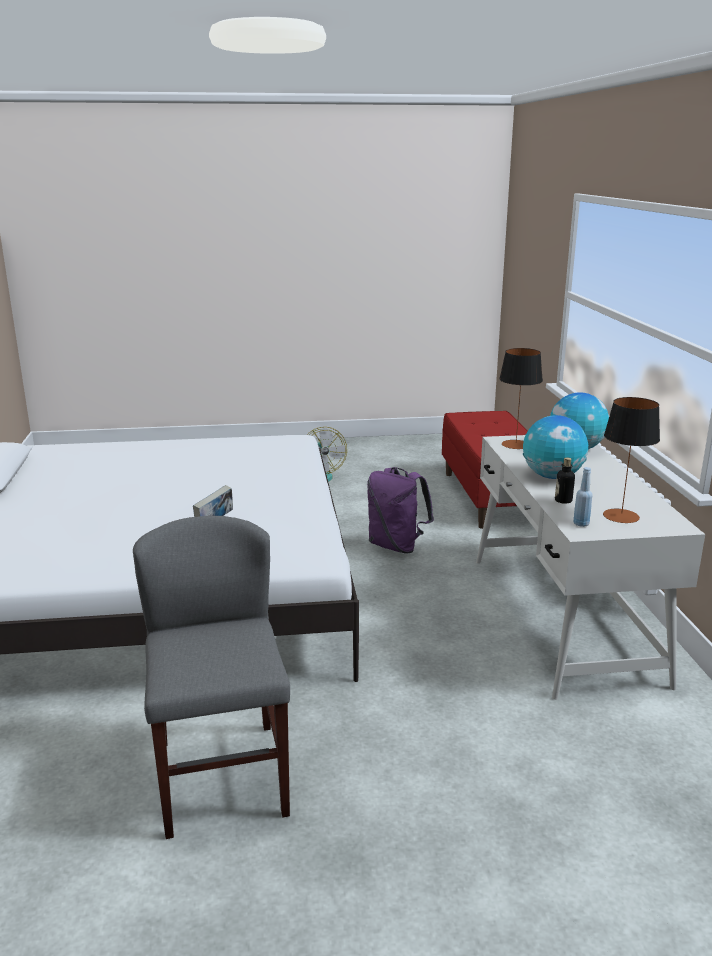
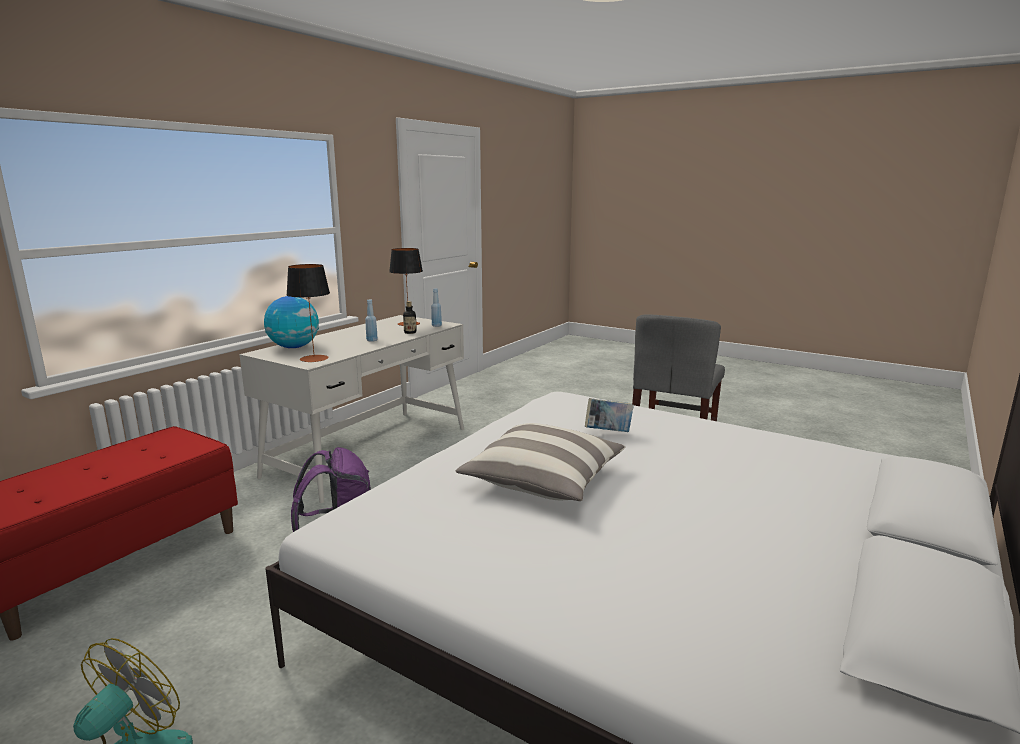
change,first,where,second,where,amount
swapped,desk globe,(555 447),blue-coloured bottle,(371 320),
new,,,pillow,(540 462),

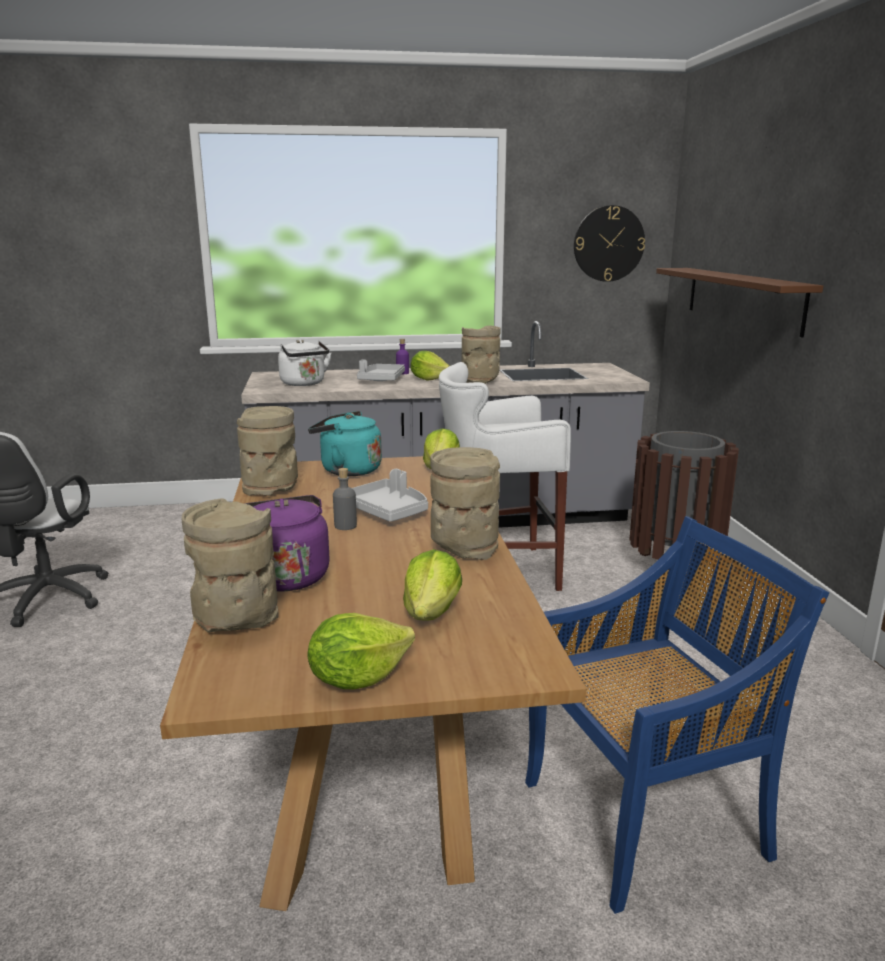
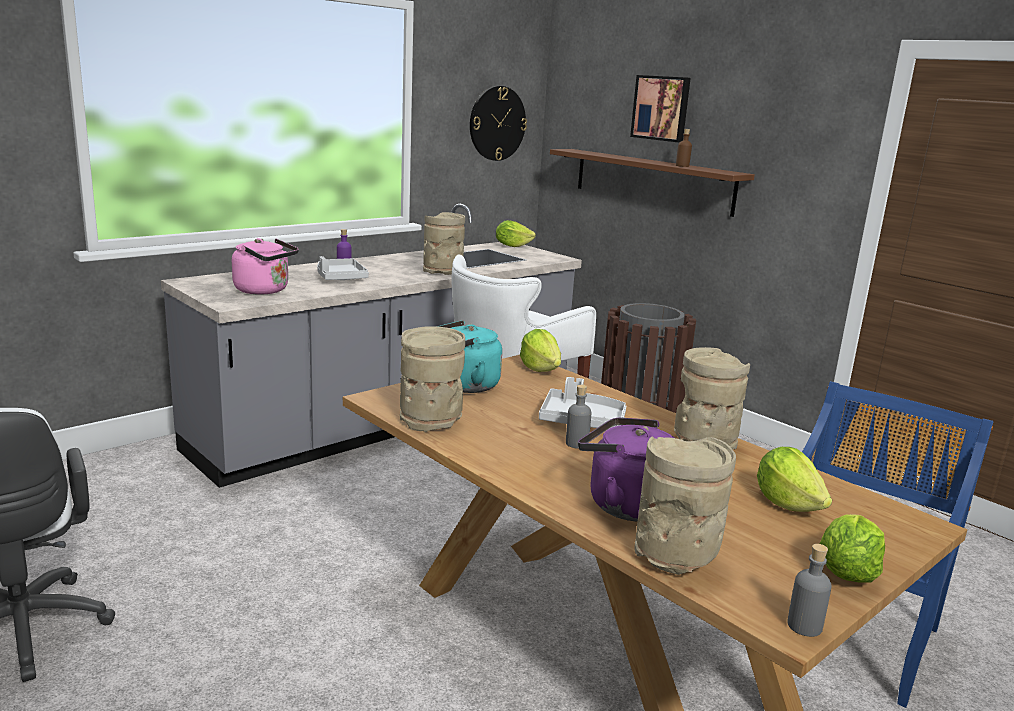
change,first,where,second,where,amount
repainted,white kettle,(304 362),pink kettle,(265 266),
shifted,head of lettuce,(430 366),,(516 233),
new,,,picture,(660 108),
new,,,brown-coloured bottle,(684 148),
new,,,gray bottle,(809 590),

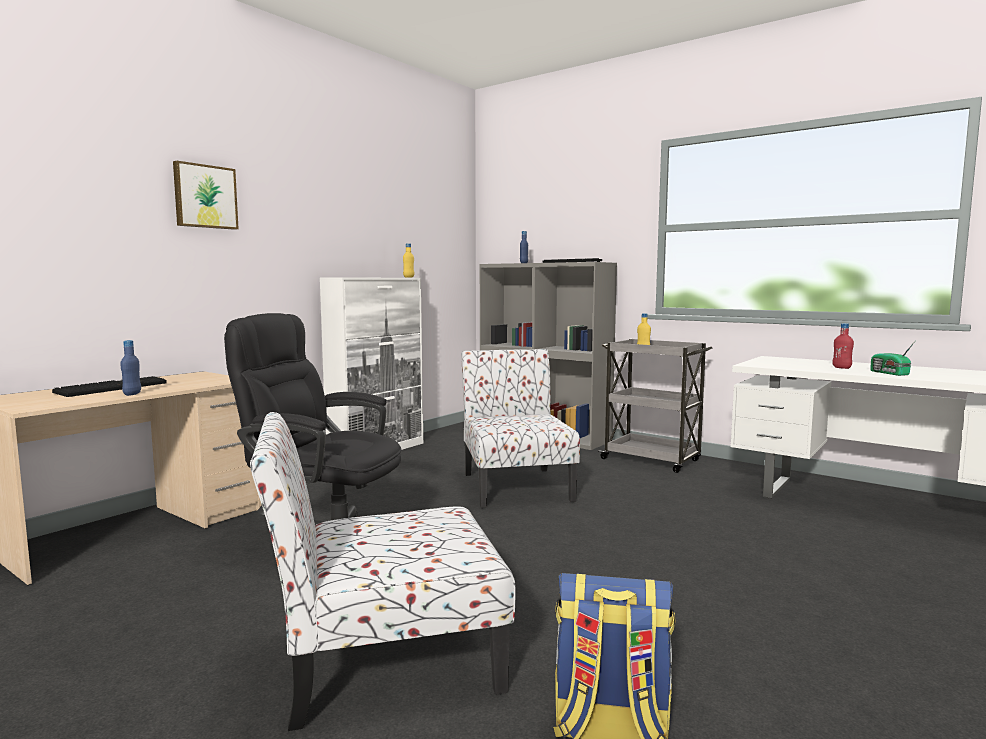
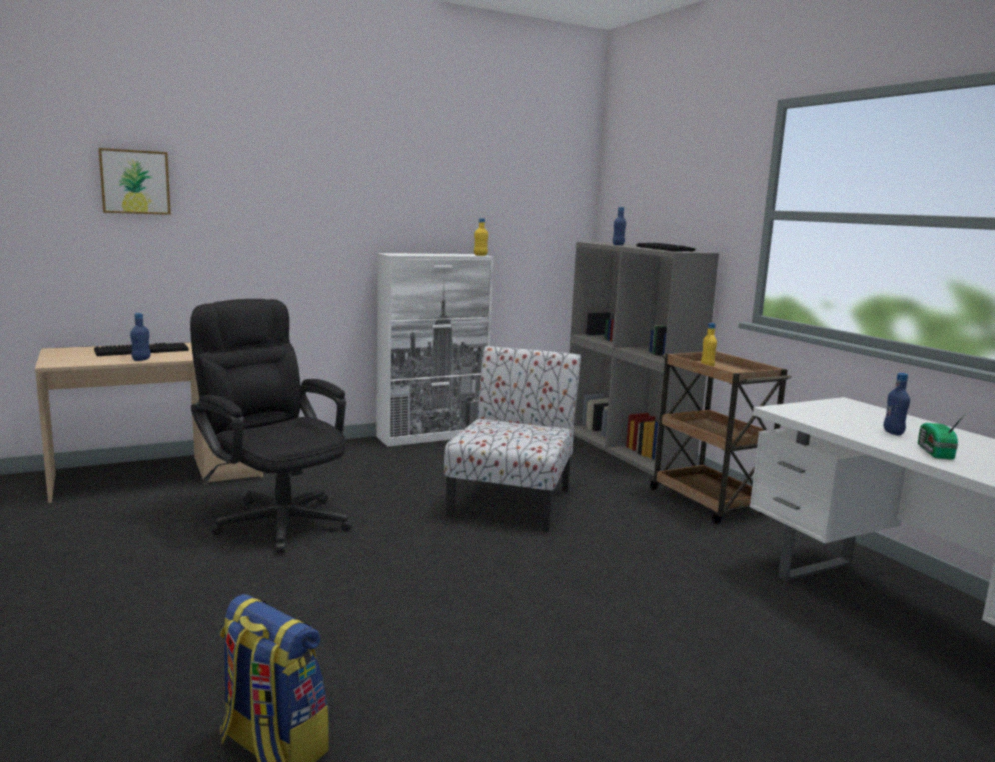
change,first,where,second,where,amount
shifted,picture,(206 195),,(135 181),
repainted,red-coloured bottle,(843 346),blue-coloured bottle,(896 404),
repainted,gray cart,(655 406),brown-coloured cart,(720 437),
gone,plain chair,(382 571),,,

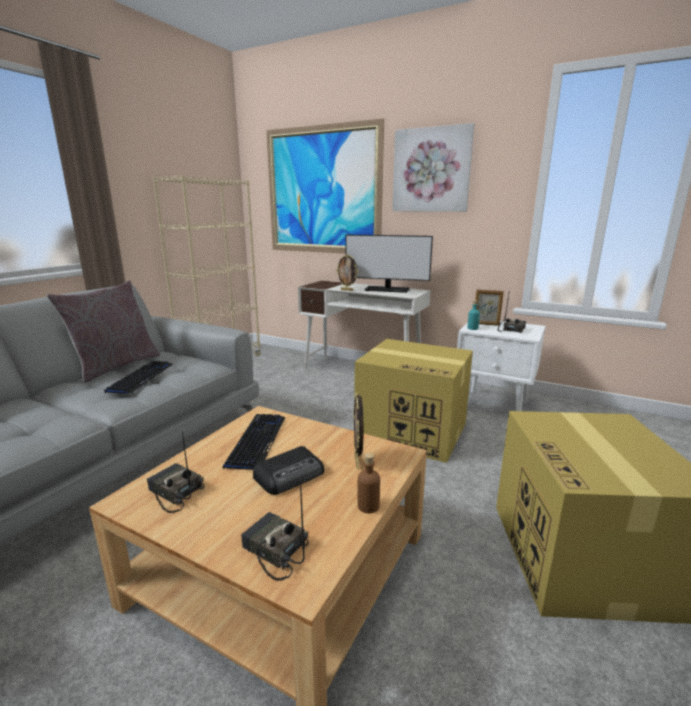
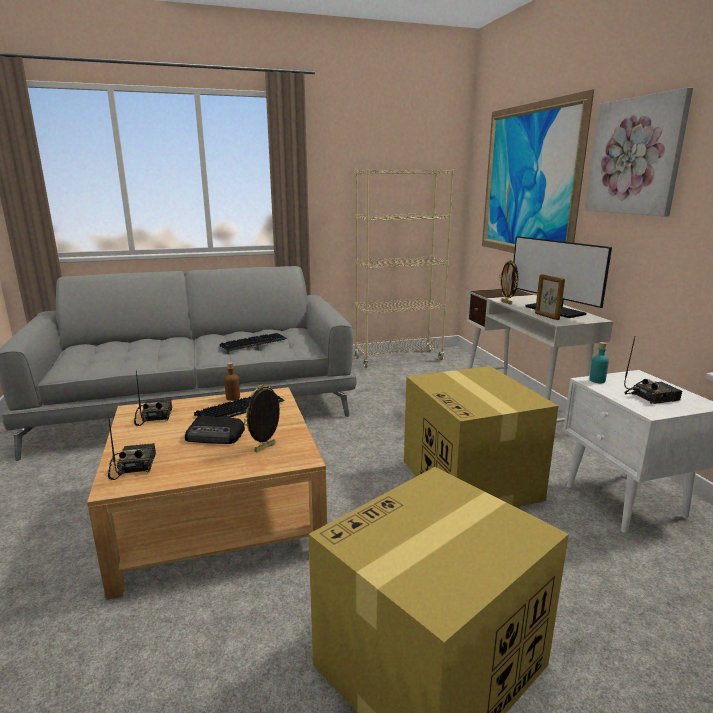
change,first,where,second,where,amount
gone,gray pillow,(103 331),,,
shifted,photo frame,(489 308),,(550 297),
shifted,brown-coloured bottle,(369 483),,(232 381),

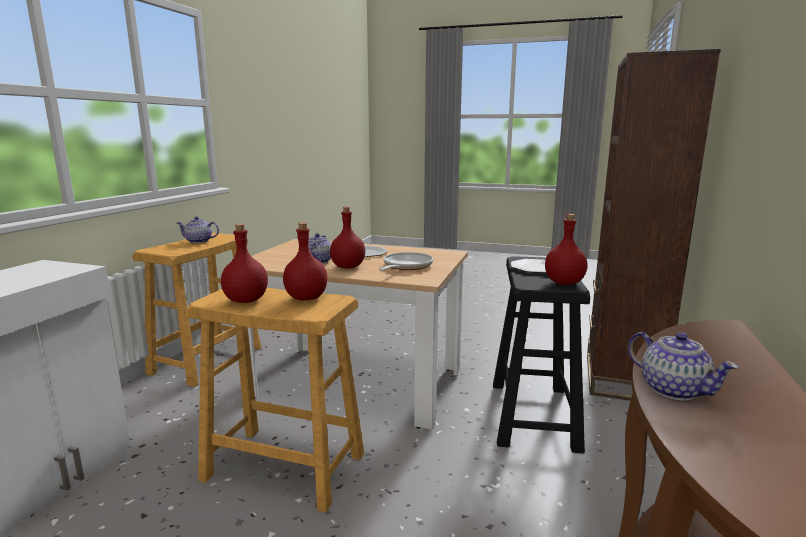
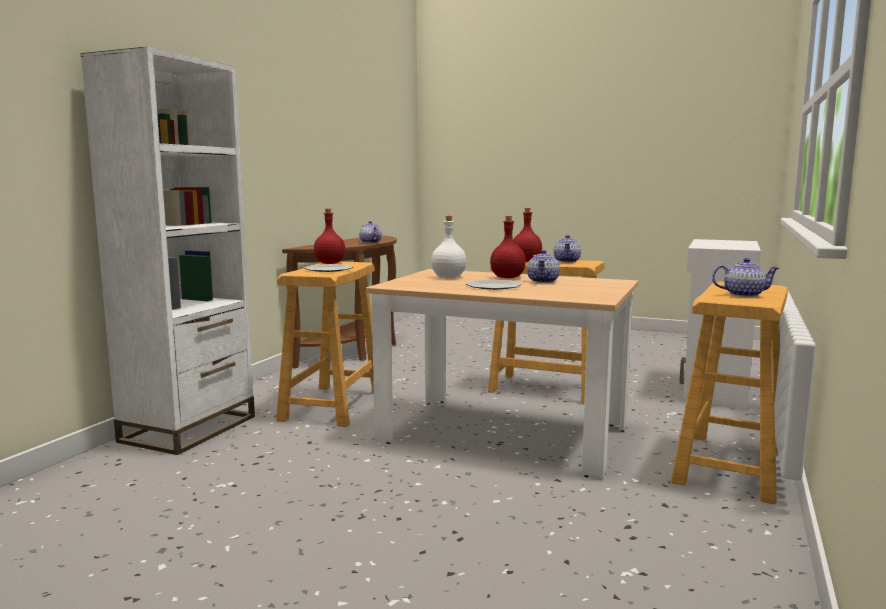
change,first,where,second,where,amount
repainted,brown-coloured shelving unit,(654 225),white shelving unit,(167 251),
swapped,red-coloured bottle,(244 263),tea pot,(567 249),
swapped,skillet,(405 261),white bottle,(449 247),
repainted,black-coloured sitting stool,(541 355),beige sitting stool,(325 344),

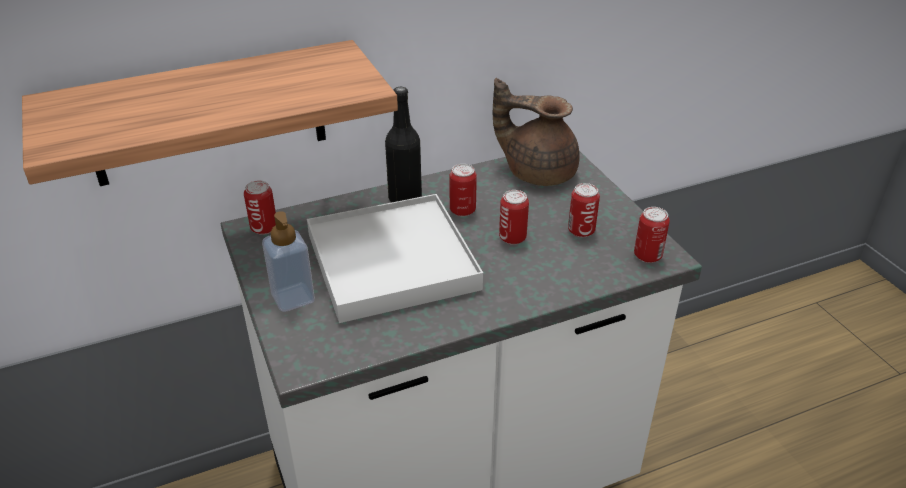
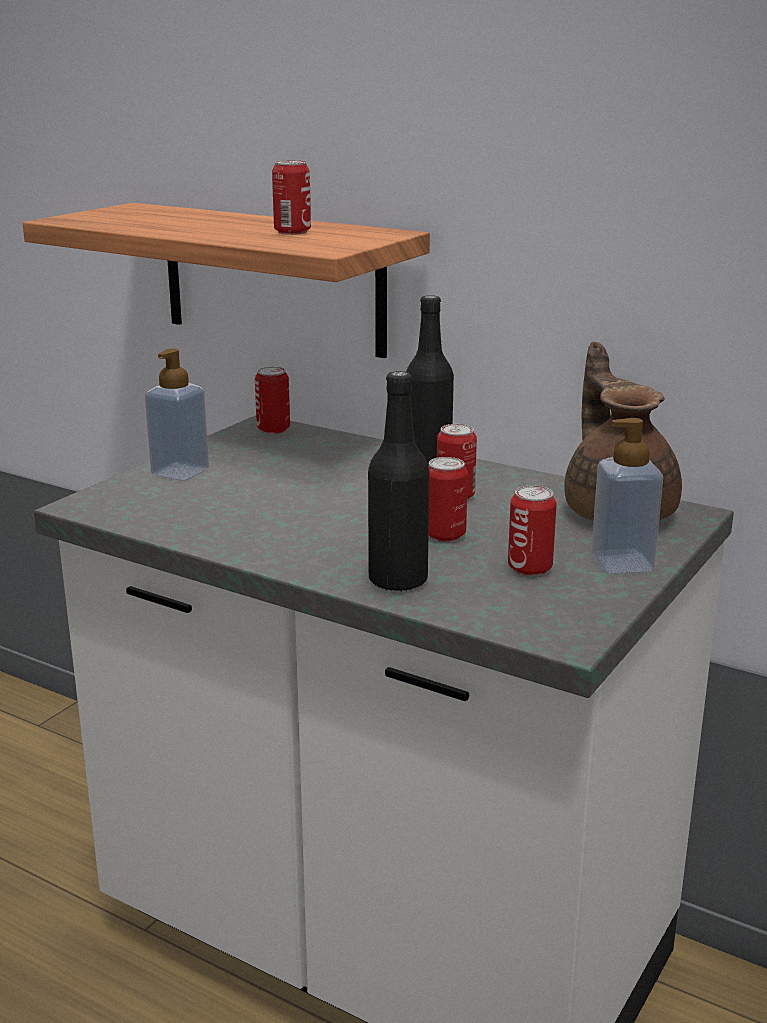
change,first,where,second,where,amount
gone,white serving tray,(395 258),,,
shifted,can,(652 235),,(291 197),
new,,,black-coloured bottle,(398 481),
new,,,soap bottle,(627 496),

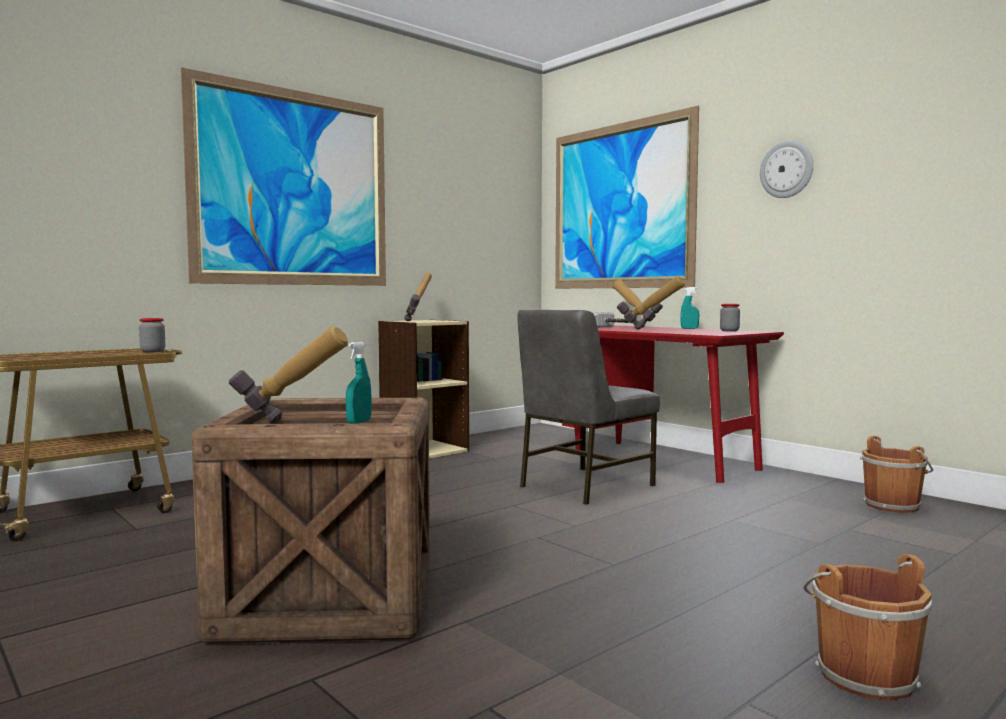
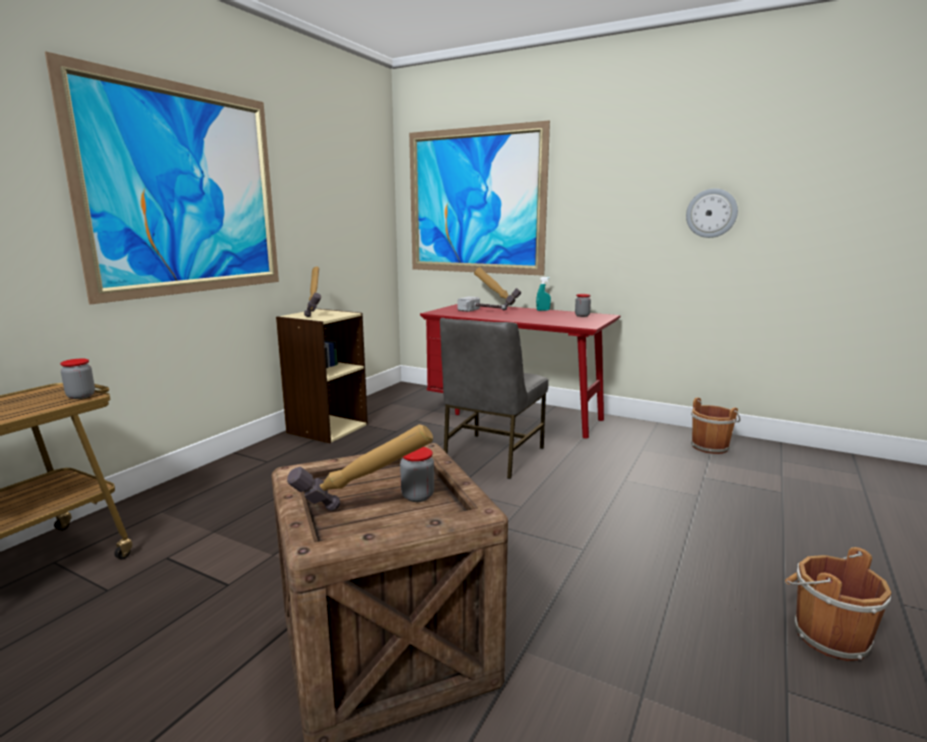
change,first,where,second,where,amount
shifted,hanging clock,(786 169),,(712 213),
gone,hammer,(651 303),,,
swapped,turquoise-coloured spray bottle,(358 383),storage jar,(417 474),

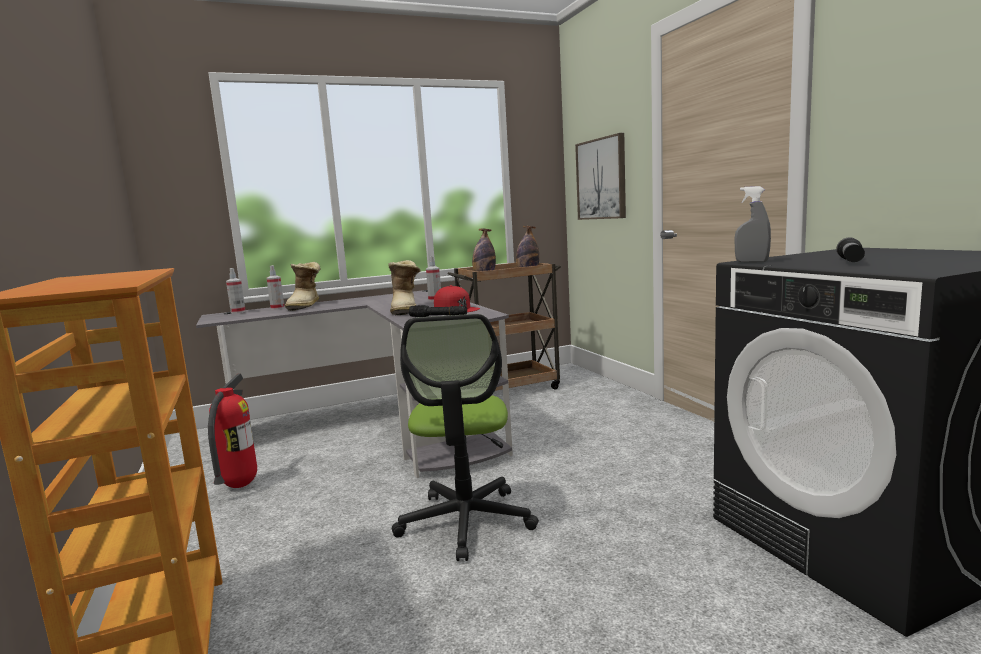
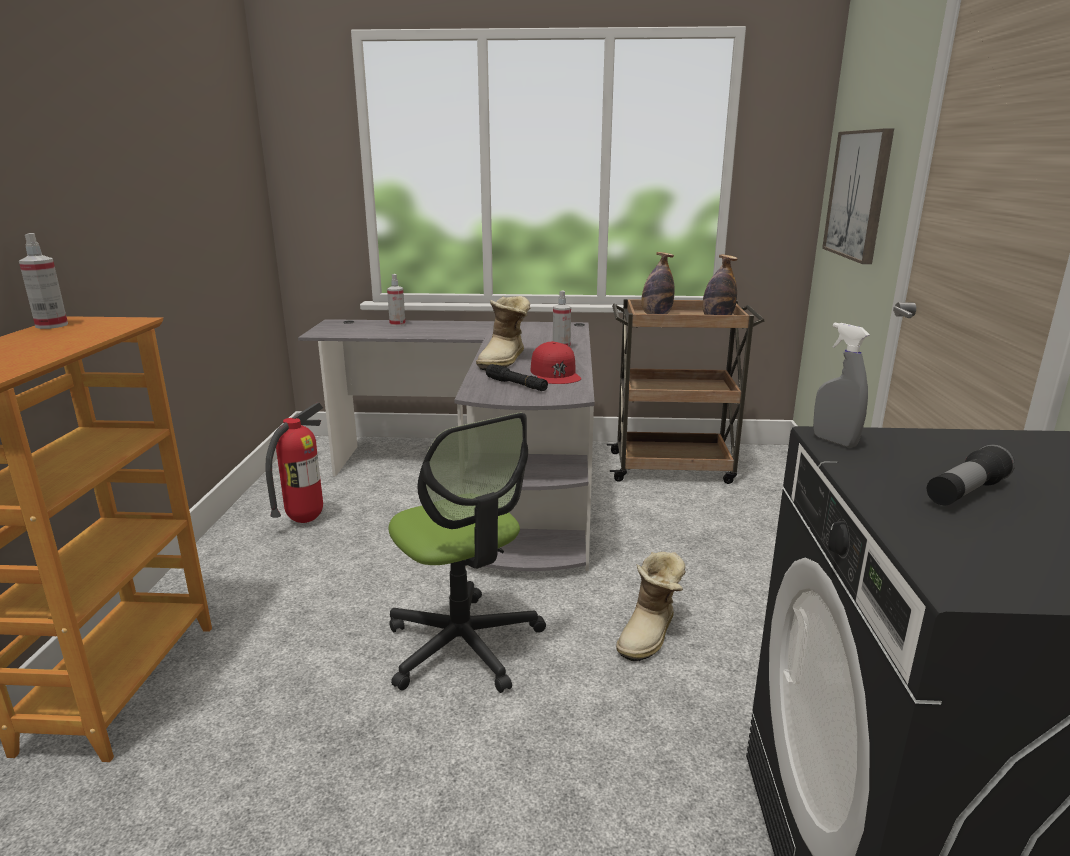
change,first,where,second,where,amount
shifted,boot,(303 286),,(651 607),
shifted,spray bottle,(236 291),,(43 281),
rotated,desk chair,(465 437),,(467 553),60 degrees counterclockwise

